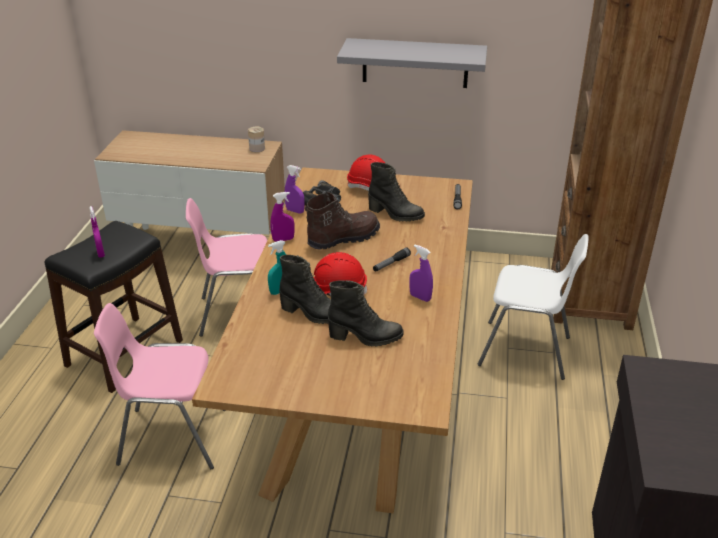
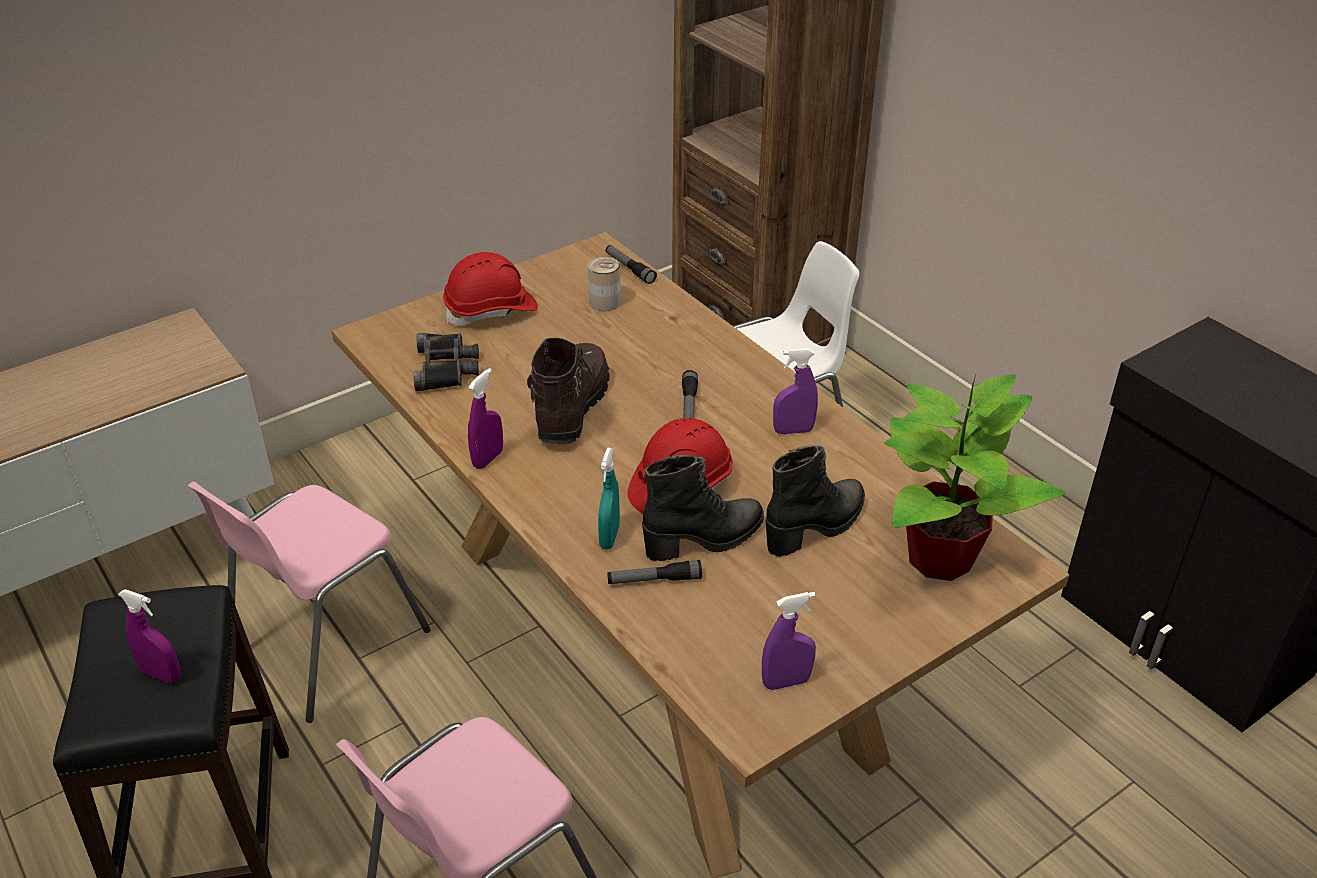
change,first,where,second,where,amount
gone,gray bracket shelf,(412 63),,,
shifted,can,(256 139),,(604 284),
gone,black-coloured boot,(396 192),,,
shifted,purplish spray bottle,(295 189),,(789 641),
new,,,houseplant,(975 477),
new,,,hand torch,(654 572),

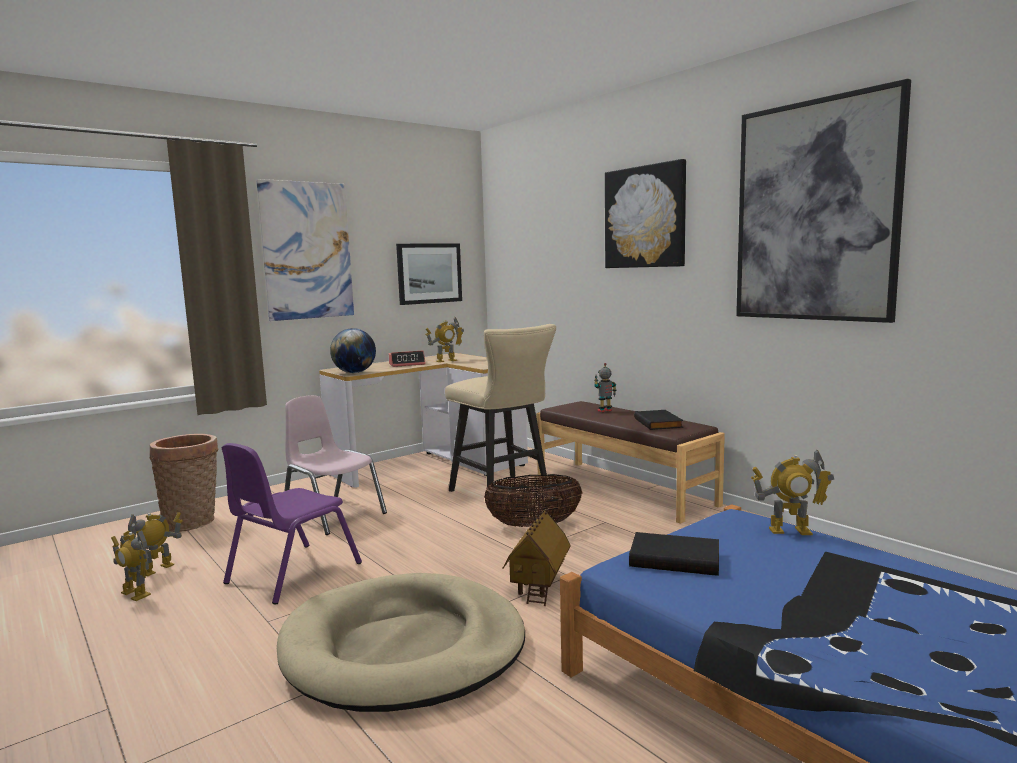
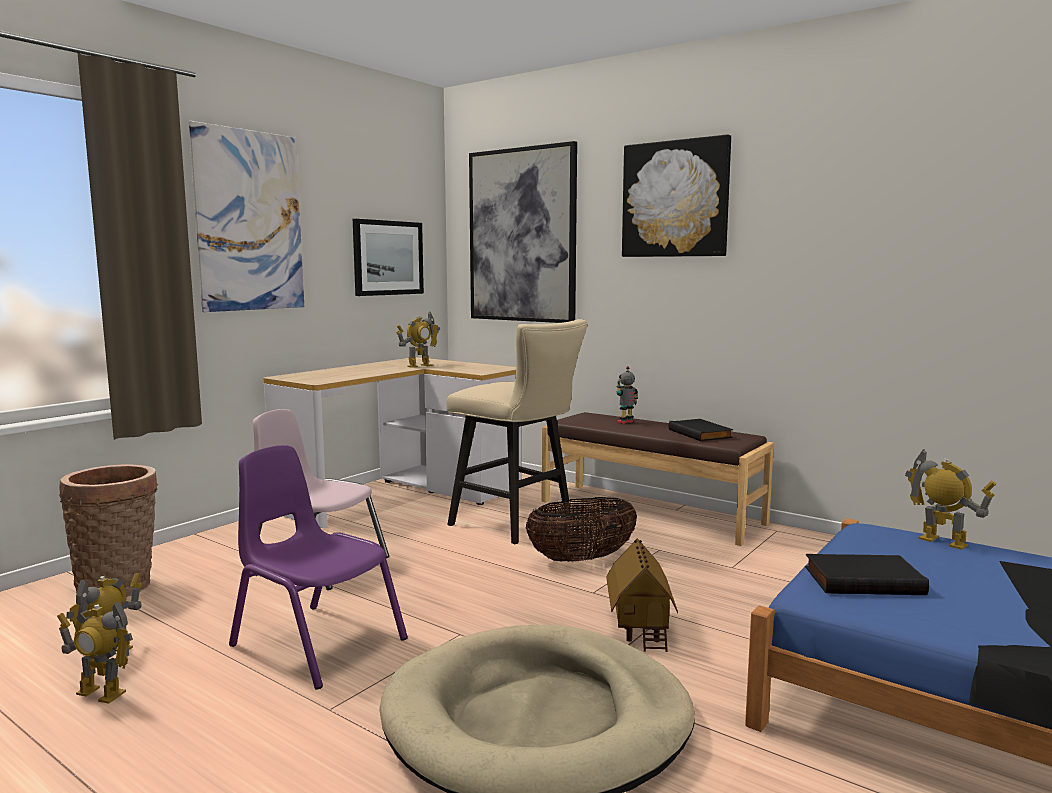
change,first,where,second,where,amount
shifted,picture,(823 201),,(523 232),
gone,desk globe,(353 350),,,
gone,alarm clock,(407 358),,,
rotated,purplish plain chair,(292 523),,(318 567),105 degrees clockwise
rotated,toy robot,(792 492),,(950 499),120 degrees counterclockwise

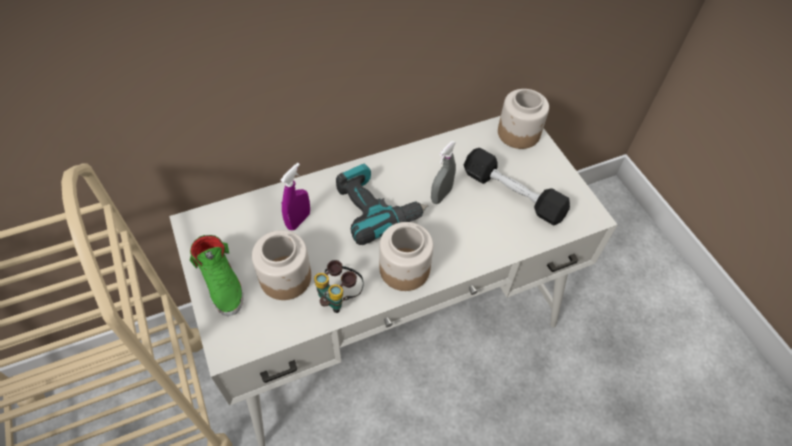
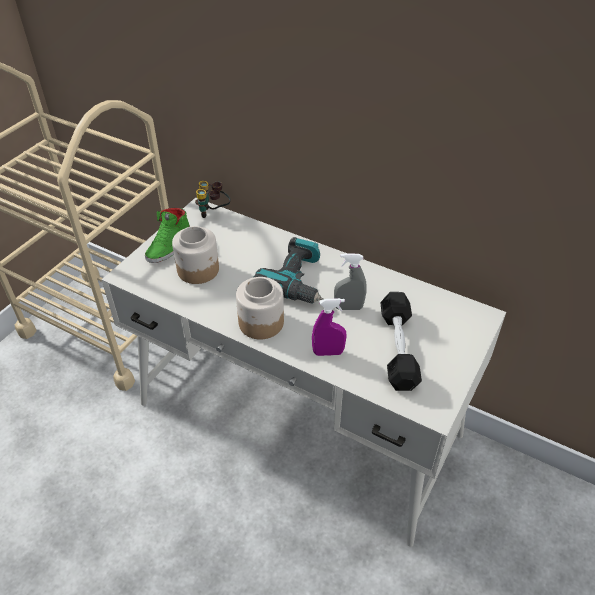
change,first,where,second,where,amount
gone,storage jar,(523 119),,,
shifted,purplish spray bottle,(295 197),,(329 327),
shifted,binoculars,(338 286),,(213 199),

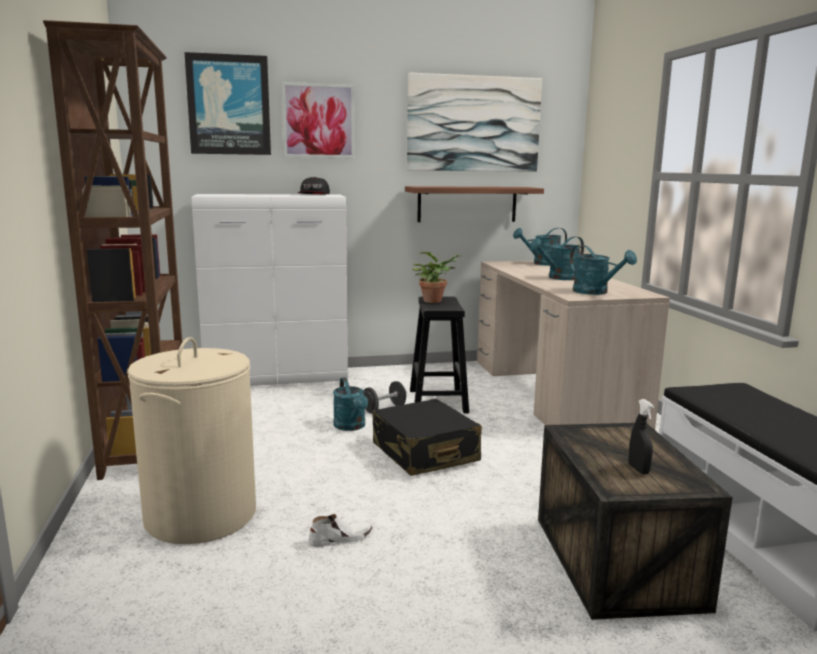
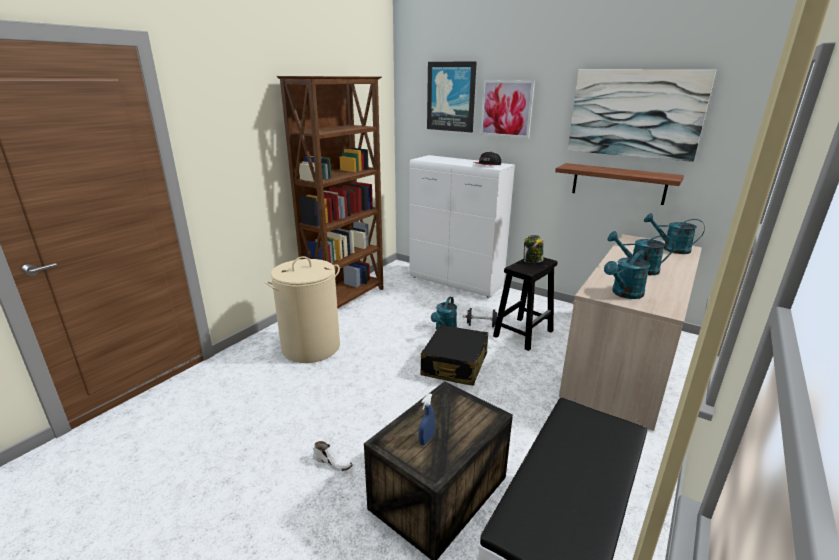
change,first,where,second,where,amount
rotated,turquoise-coloured sprinkling can,(603 270),,(627 274),45 degrees clockwise
swapped,houseplant,(437 277),storage jar,(534 249),
repainted,black-coloured spray bottle,(641 436),blue-coloured spray bottle,(426 419),
shifted,white item of footwear,(340 530),,(333 456),

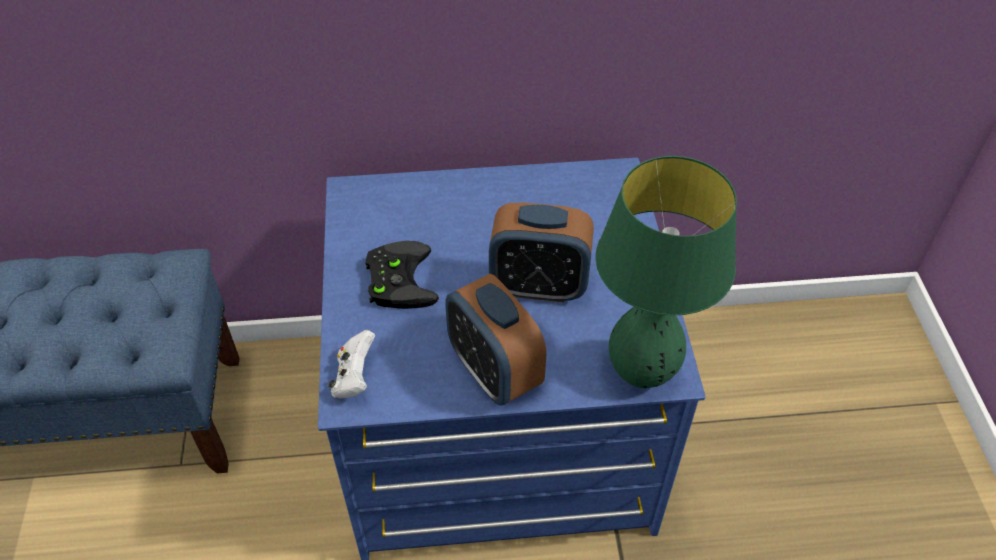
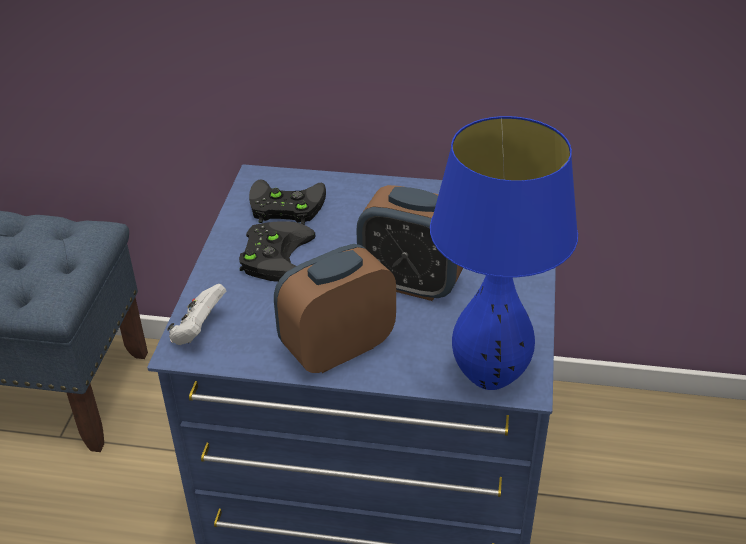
change,first,where,second,where,amount
repainted,green lamp for a table,(666 272),blue-coloured lamp for a table,(504 253),
rotated,alarm clock,(495 339),,(335 308),75 degrees clockwise
new,,,black-coloured game controller,(287 202),

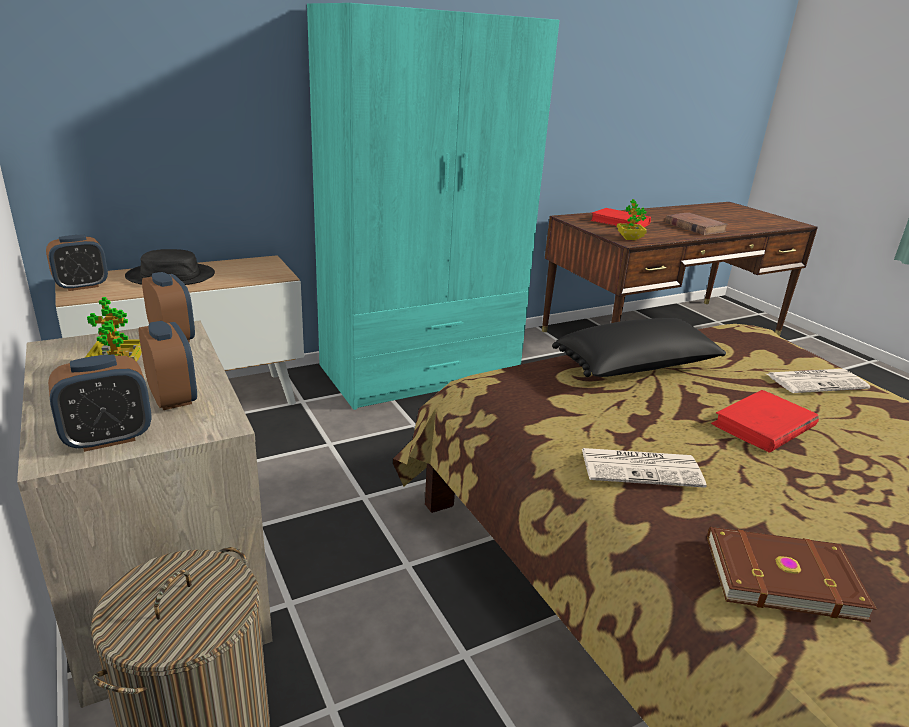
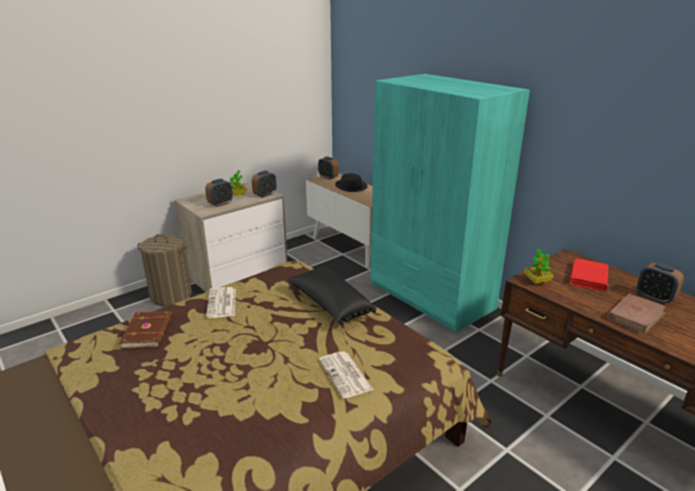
change,first,where,second,where,amount
shifted,alarm clock,(100 403),,(660 283),
gone,red-coloured volume,(765 421),,,

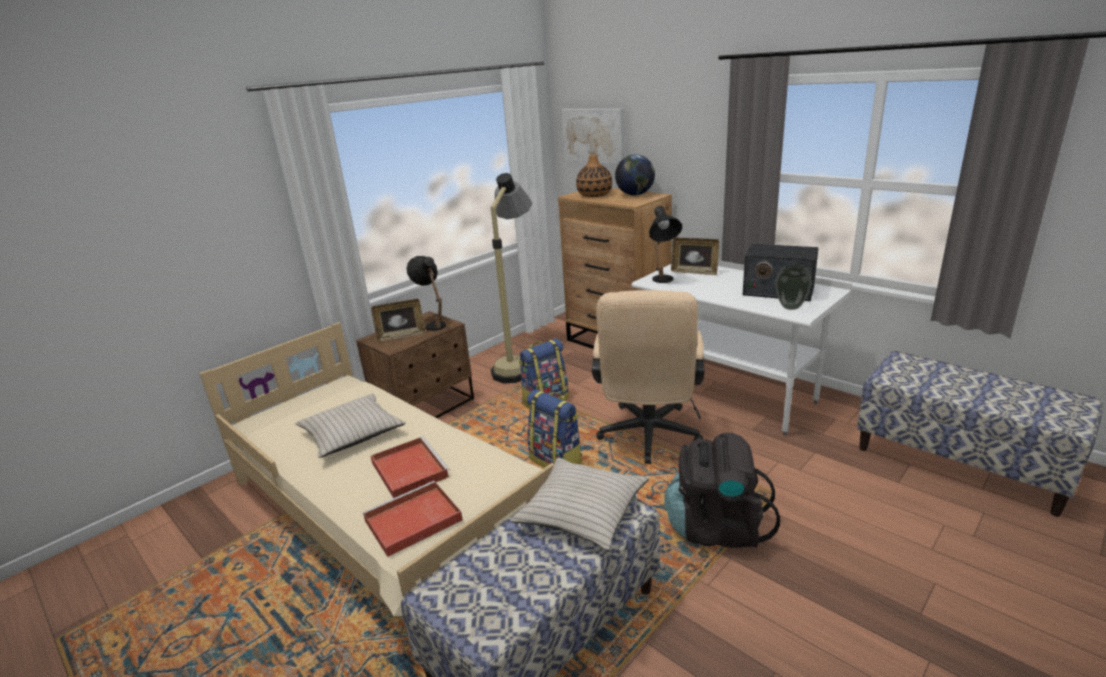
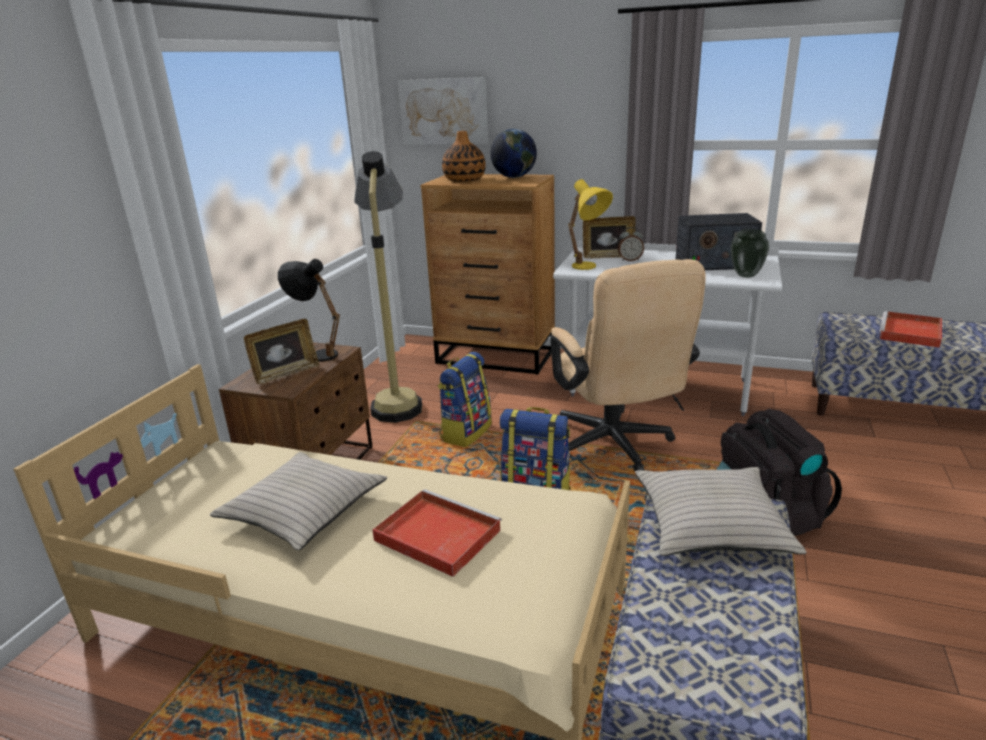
change,first,where,second,where,amount
repainted,black-coloured lamp for a table,(665 244),yellow-coloured lamp for a table,(590 224),
shifted,red-coloured serving tray,(413 519),,(910 329),
new,,,alarm clock,(631 244),

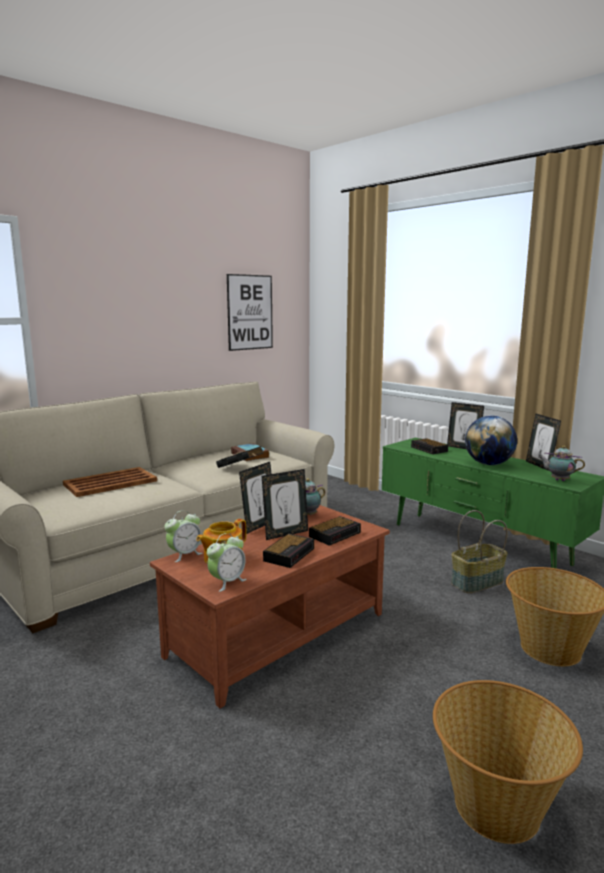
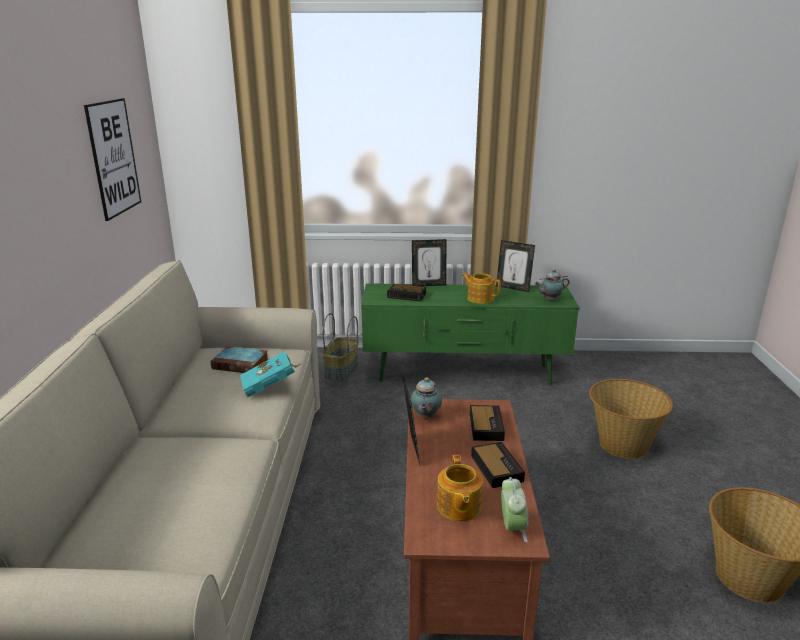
change,first,where,second,where,amount
swapped,desk globe,(491 440),tea pot,(481 288),
repainted,black-coloured volume,(239 457),turquoise-coloured volume,(271 374),
gone,brown-coloured serving tray,(110 482),,,
gone,photo frame,(285 504),,,
gone,alarm clock,(184 536),,,
shifted,basket,(479 551),,(340 347),

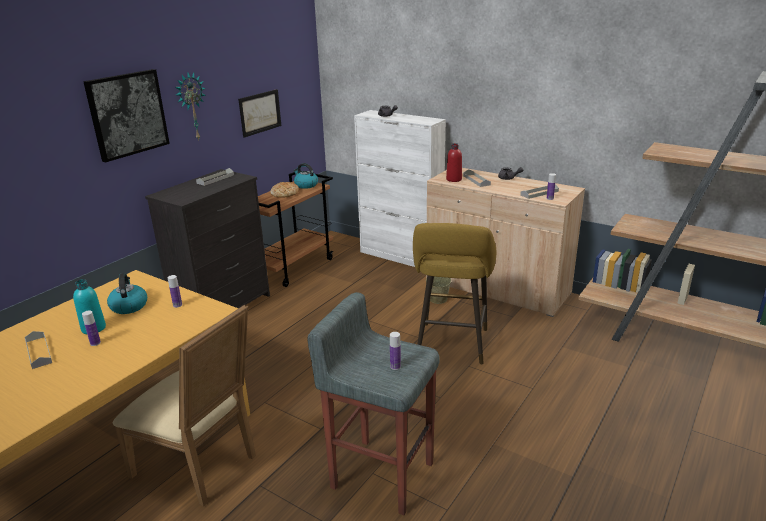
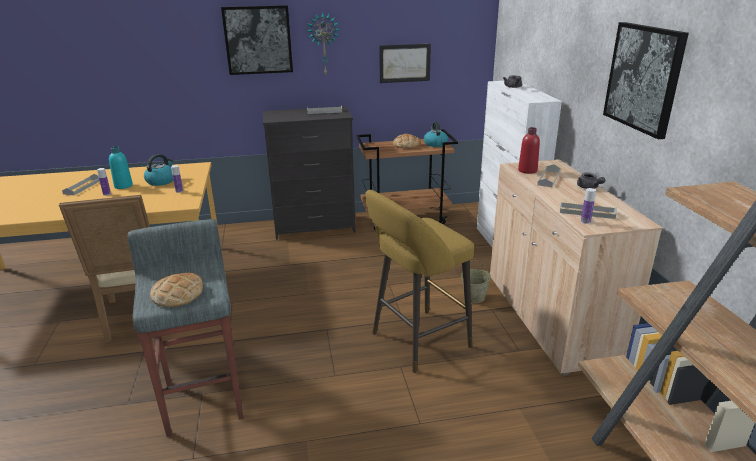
change,first,where,second,where,amount
swapped,bottle,(395 351),bakery bread,(176 290),
new,,,picture,(646 80),

